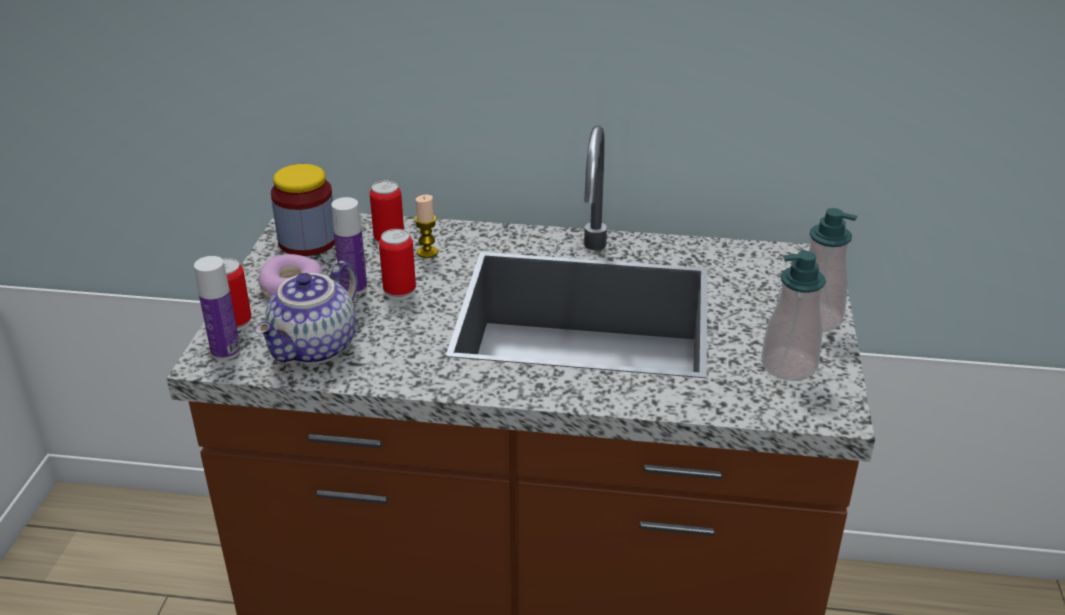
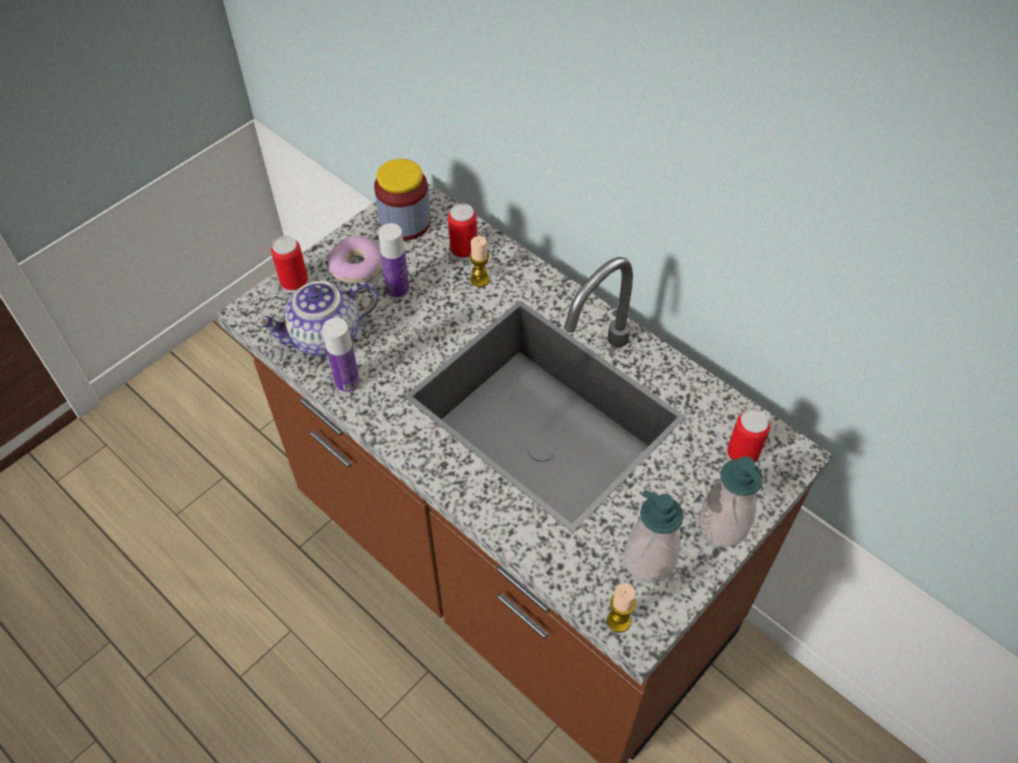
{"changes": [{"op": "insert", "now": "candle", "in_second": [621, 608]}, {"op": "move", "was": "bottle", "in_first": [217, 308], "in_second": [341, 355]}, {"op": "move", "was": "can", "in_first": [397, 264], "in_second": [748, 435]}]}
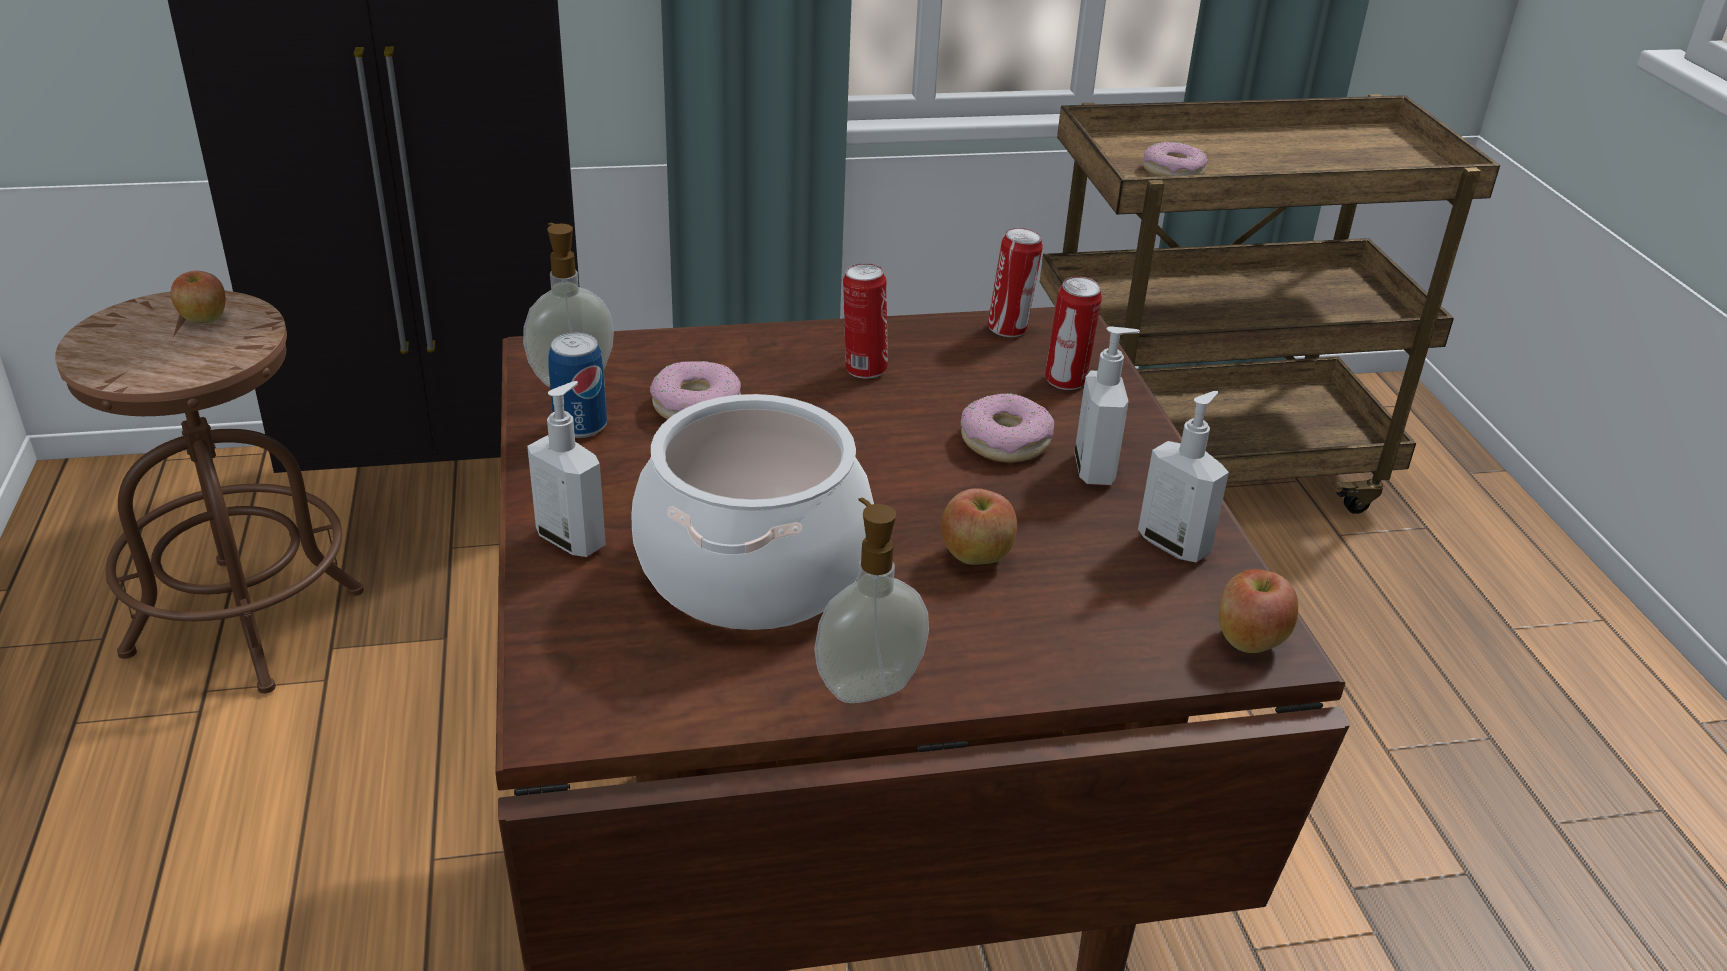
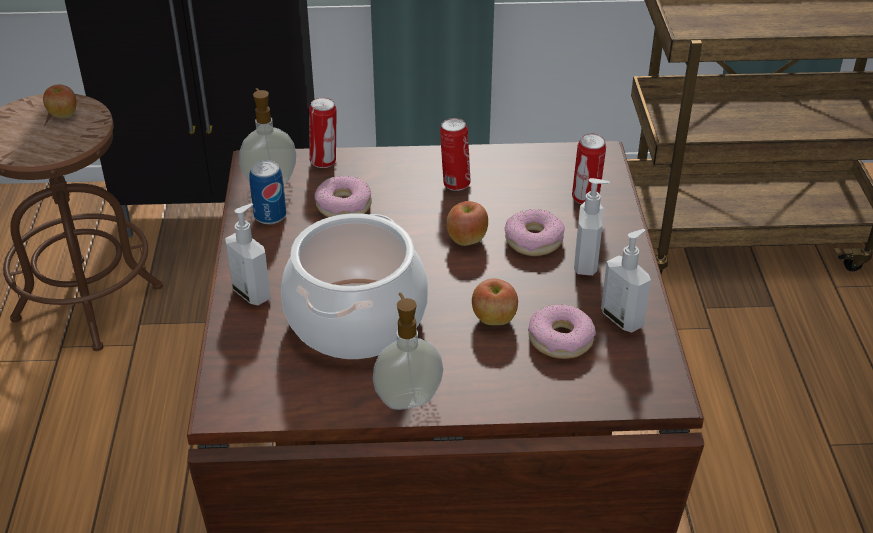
{"changes": [{"op": "move", "was": "can", "in_first": [1015, 282], "in_second": [323, 132]}, {"op": "move", "was": "donut", "in_first": [1175, 159], "in_second": [562, 332]}, {"op": "move", "was": "apple", "in_first": [1258, 611], "in_second": [467, 223]}]}
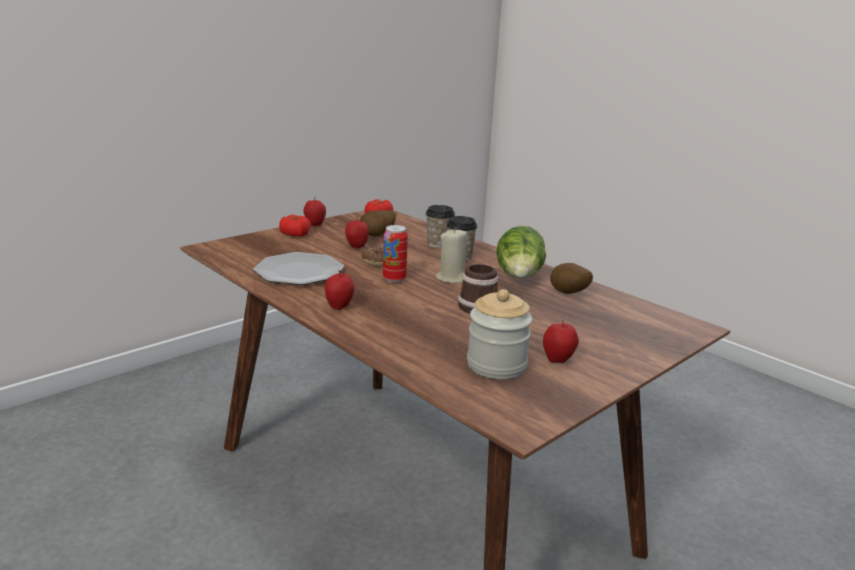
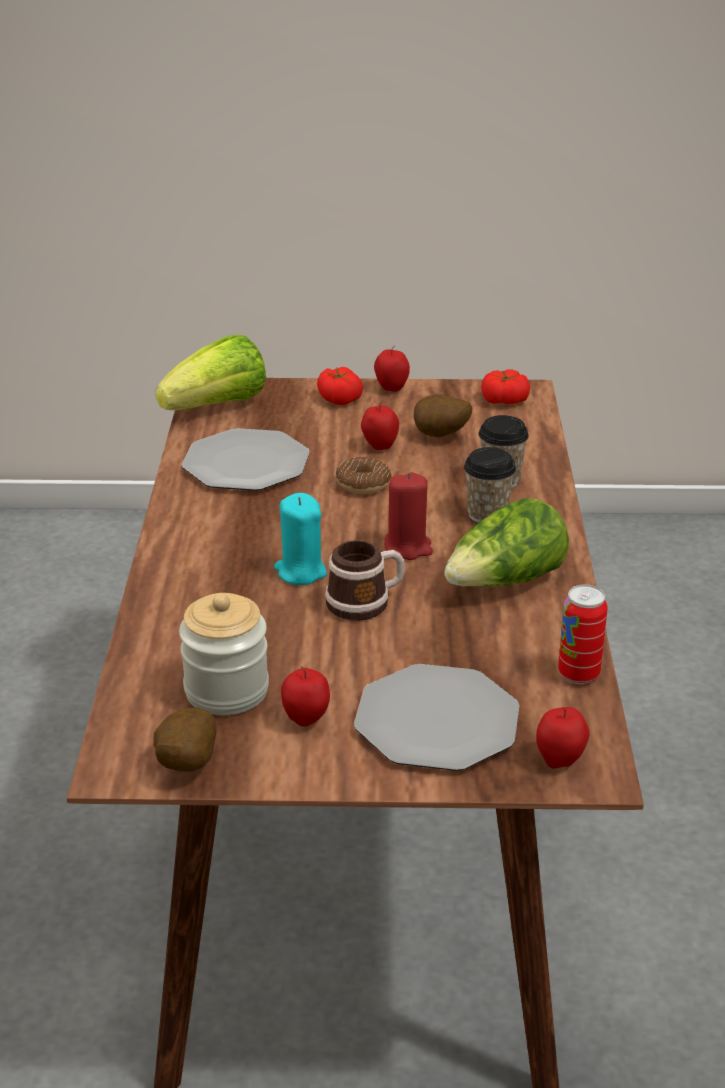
{"changes": [{"op": "insert", "now": "lettuce", "in_second": [211, 372]}, {"op": "insert", "now": "candle/turquoise", "in_second": [300, 539]}, {"op": "insert", "now": "plate", "in_second": [437, 717]}, {"op": "move", "was": "apple", "in_first": [339, 290], "in_second": [563, 738]}, {"op": "move", "was": "can", "in_first": [395, 254], "in_second": [583, 634]}, {"op": "move", "was": "potato", "in_first": [571, 278], "in_second": [185, 739]}, {"op": "recolor", "was": "candle/beige", "now": "candle/red", "in_first": [451, 255], "in_second": [408, 516]}]}
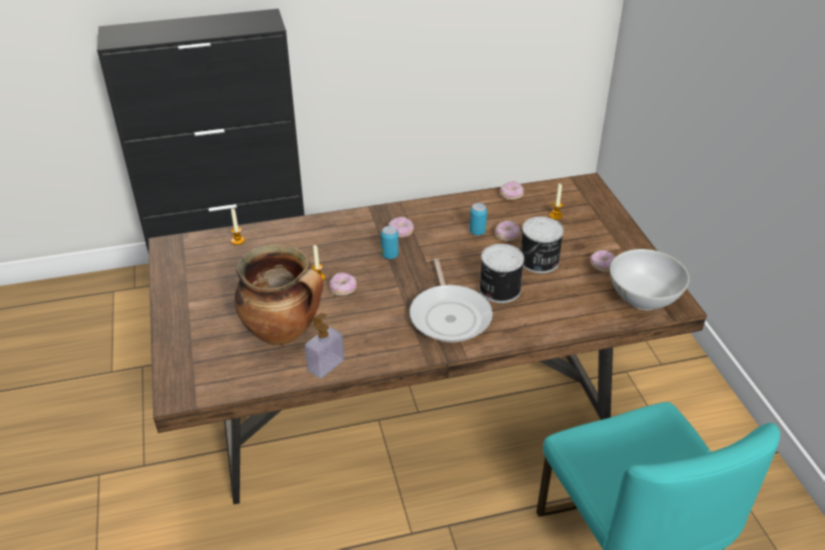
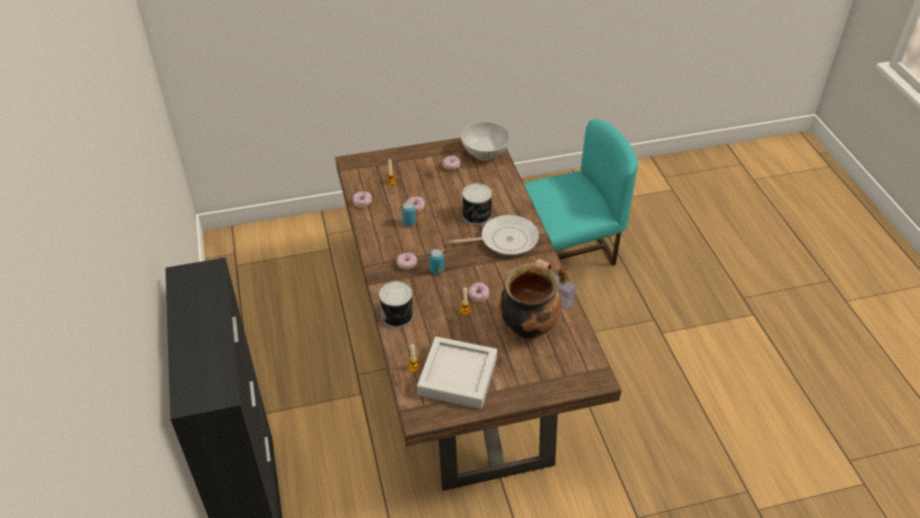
{"changes": [{"op": "insert", "now": "tray/grey", "in_second": [457, 373]}, {"op": "move", "was": "can", "in_first": [542, 245], "in_second": [396, 304]}]}
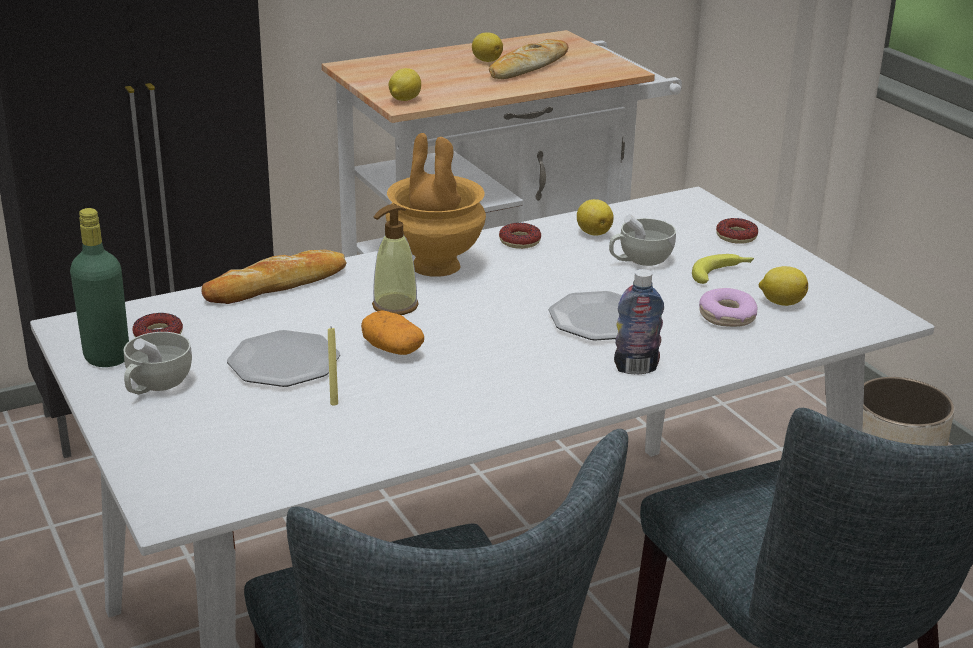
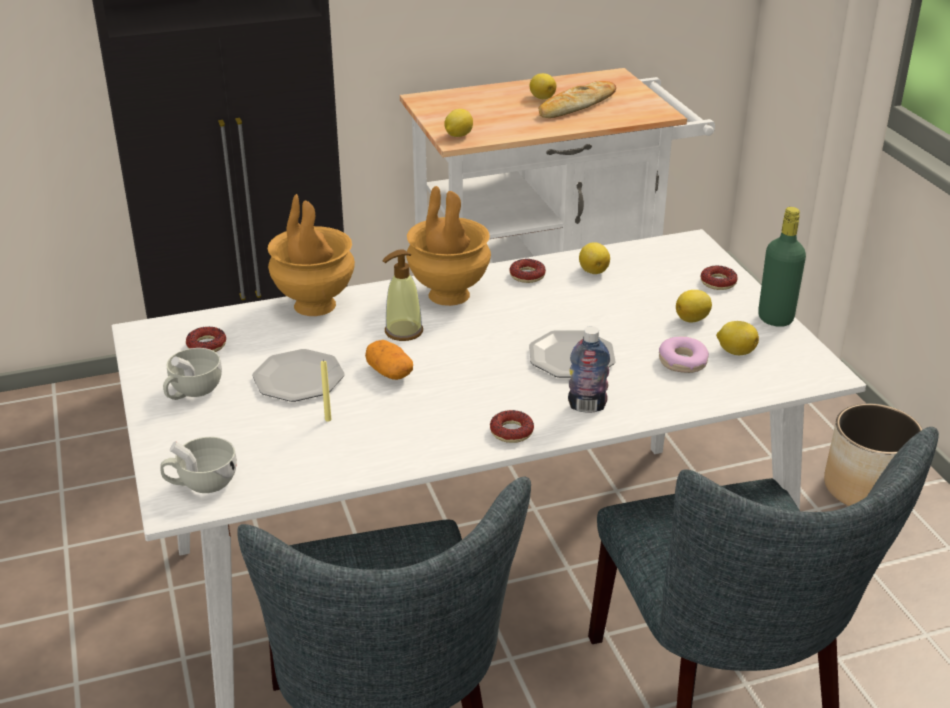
{"changes": [{"op": "insert", "now": "donut", "in_second": [512, 426]}, {"op": "move", "was": "bottle/green", "in_first": [99, 287], "in_second": [782, 267]}, {"op": "move", "was": "cup/white", "in_first": [642, 240], "in_second": [198, 465]}, {"op": "replace", "was": "bread", "now": "vase/brown", "in_first": [274, 276], "in_second": [311, 255]}, {"op": "replace", "was": "banana", "now": "lemon", "in_first": [723, 269], "in_second": [694, 306]}]}
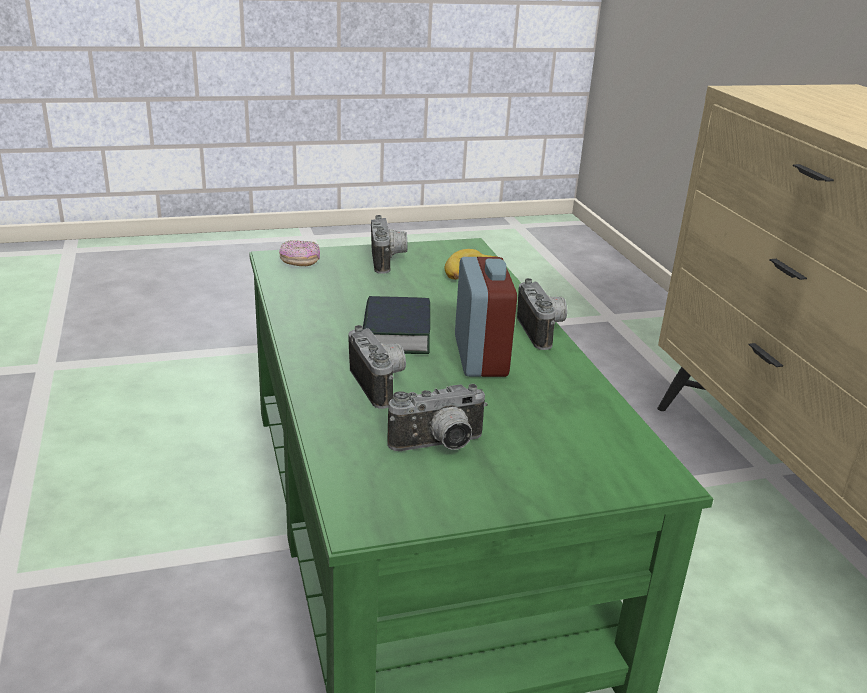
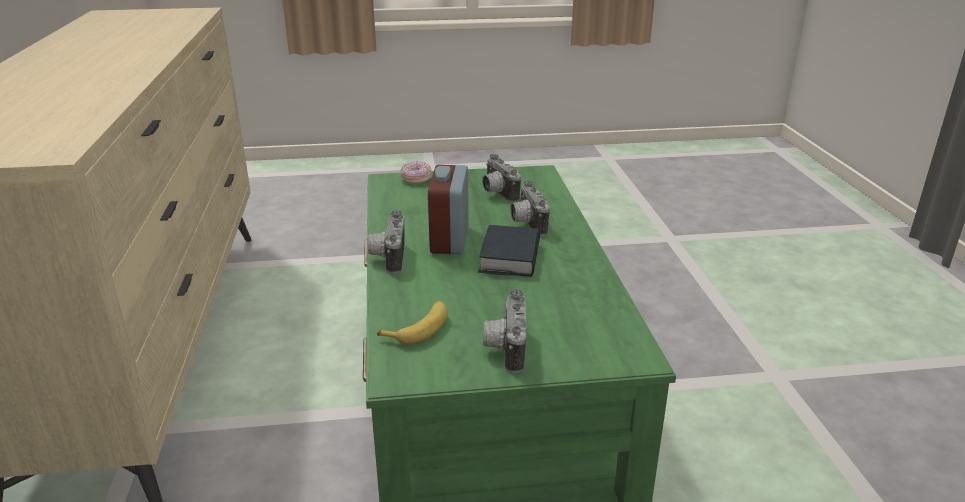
{"changes": [{"op": "move", "was": "donut", "in_first": [299, 253], "in_second": [416, 172]}, {"op": "rotate", "was": "photo camera", "in_first": [437, 417], "in_second": [501, 178], "clockwise": -105}]}
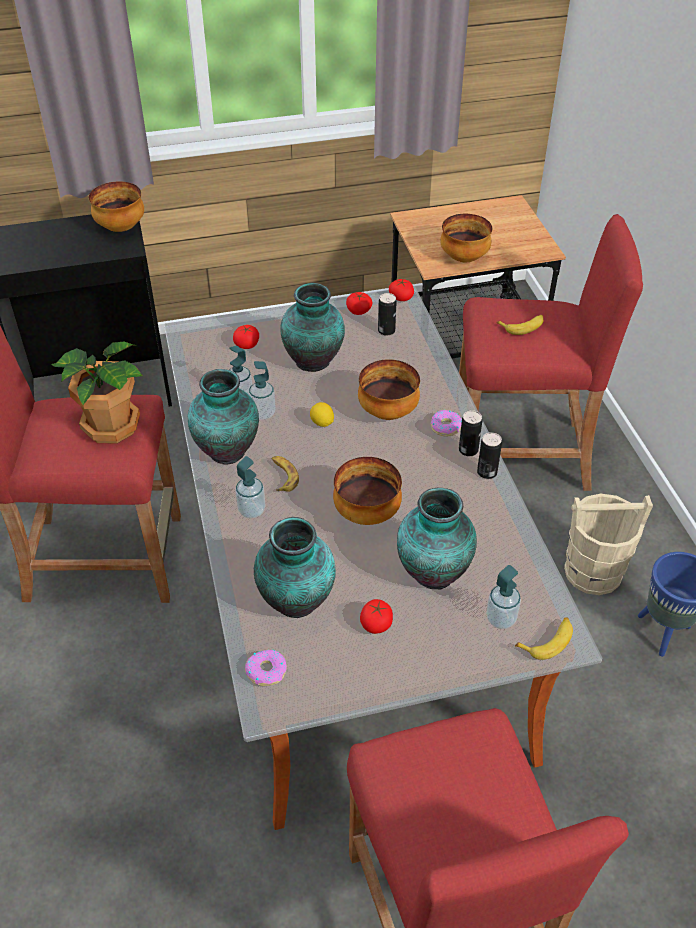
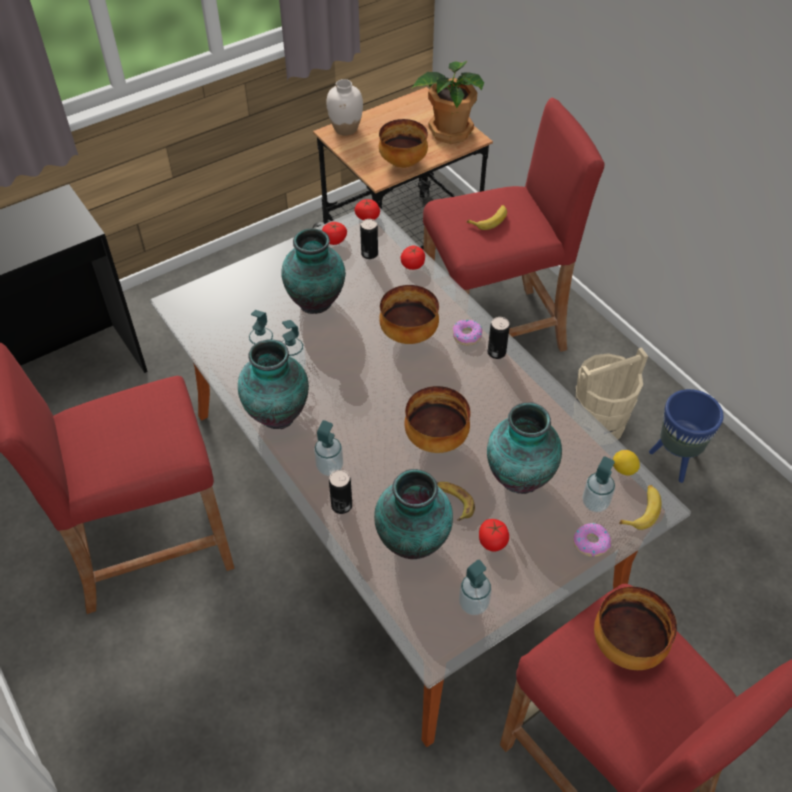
{"changes": [{"op": "insert", "now": "vase/white", "in_second": [344, 107]}, {"op": "insert", "now": "soap dispenser", "in_second": [475, 587]}, {"op": "move", "was": "potted plant", "in_first": [97, 392], "in_second": [447, 102]}, {"op": "move", "was": "bowl", "in_first": [116, 206], "in_second": [635, 628]}, {"op": "move", "was": "tomato", "in_first": [246, 337], "in_second": [413, 258]}, {"op": "move", "was": "donut", "in_first": [266, 668], "in_second": [592, 540]}, {"op": "move", "was": "banana", "in_first": [285, 474], "in_second": [456, 501]}, {"op": "move", "was": "lemon", "in_first": [322, 414], "in_second": [626, 462]}, {"op": "move", "was": "can", "in_first": [489, 455], "in_second": [340, 492]}]}
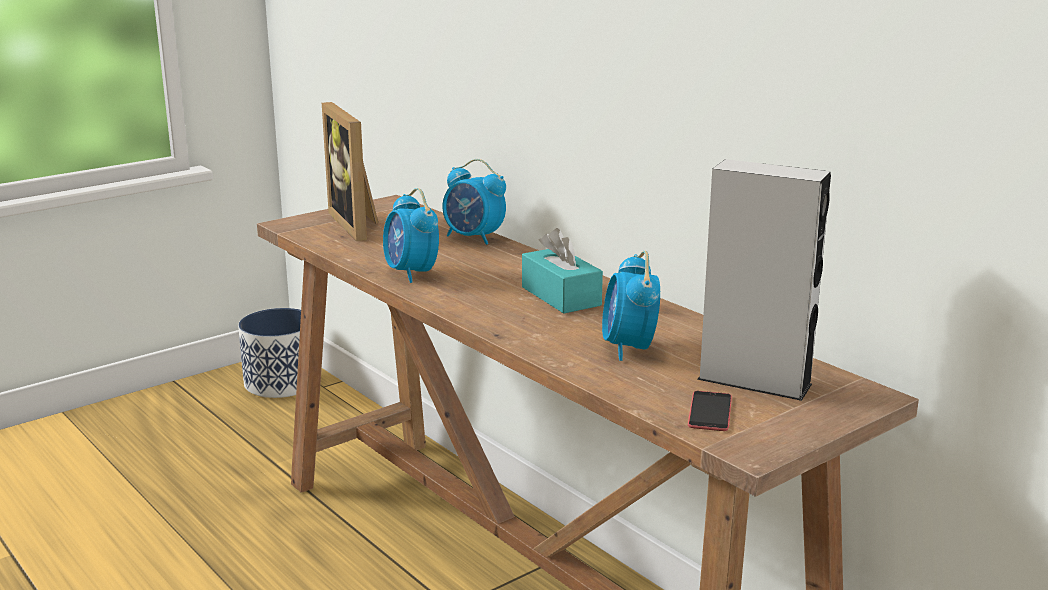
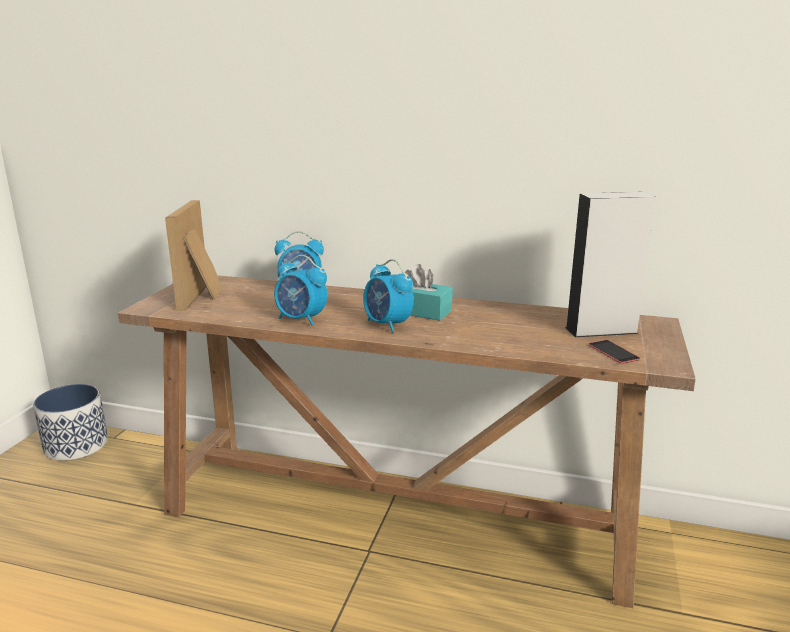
{"changes": [{"op": "move", "was": "alarm clock", "in_first": [631, 306], "in_second": [388, 296]}, {"op": "rotate", "was": "picture frame", "in_first": [350, 171], "in_second": [193, 255], "clockwise": 60}]}
